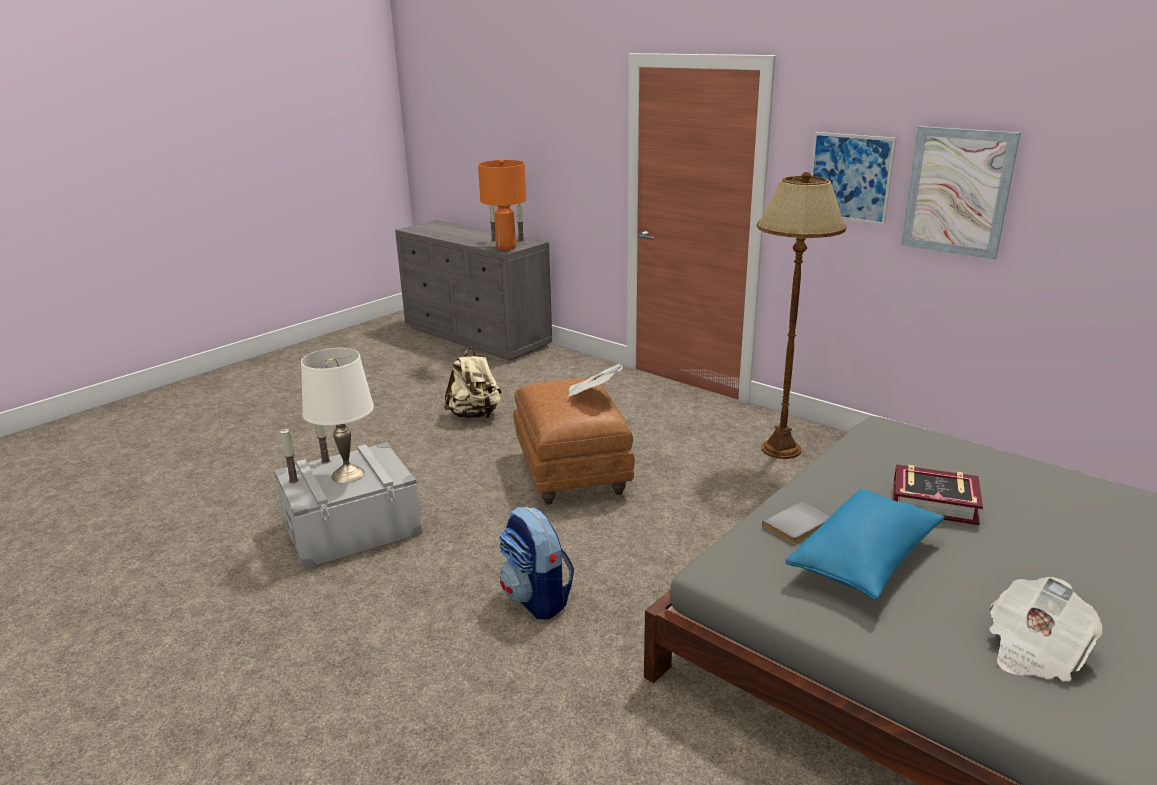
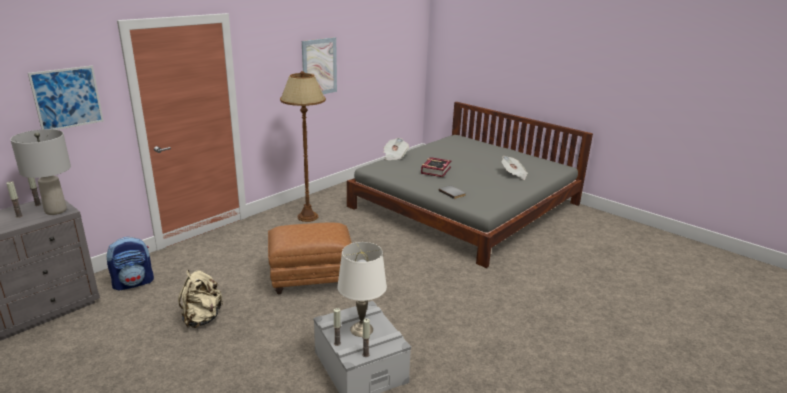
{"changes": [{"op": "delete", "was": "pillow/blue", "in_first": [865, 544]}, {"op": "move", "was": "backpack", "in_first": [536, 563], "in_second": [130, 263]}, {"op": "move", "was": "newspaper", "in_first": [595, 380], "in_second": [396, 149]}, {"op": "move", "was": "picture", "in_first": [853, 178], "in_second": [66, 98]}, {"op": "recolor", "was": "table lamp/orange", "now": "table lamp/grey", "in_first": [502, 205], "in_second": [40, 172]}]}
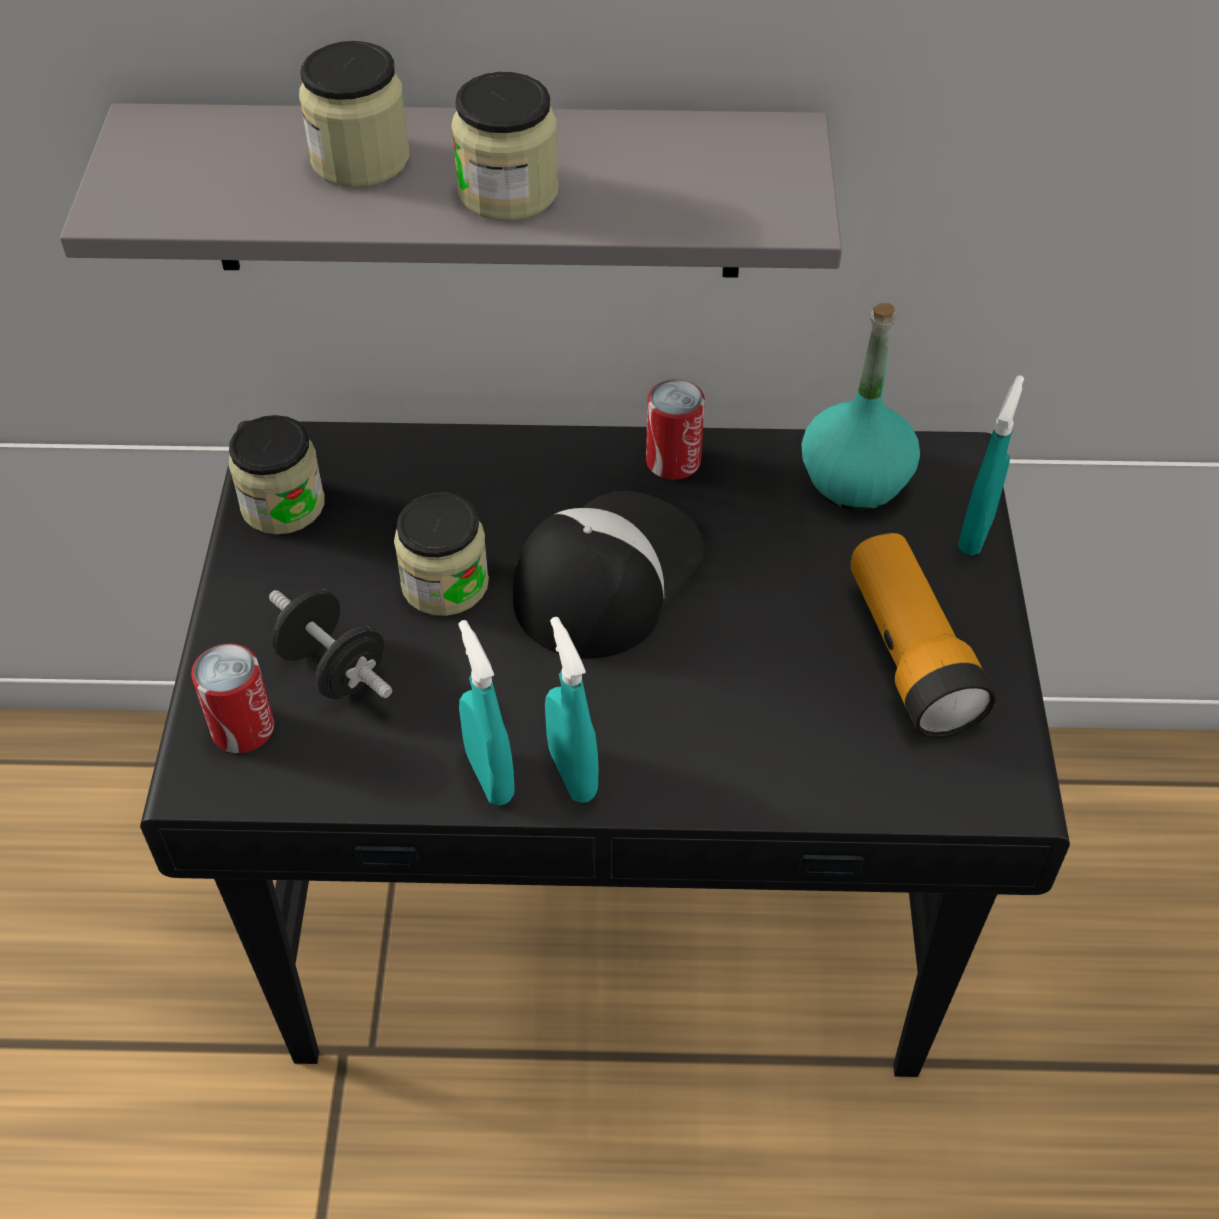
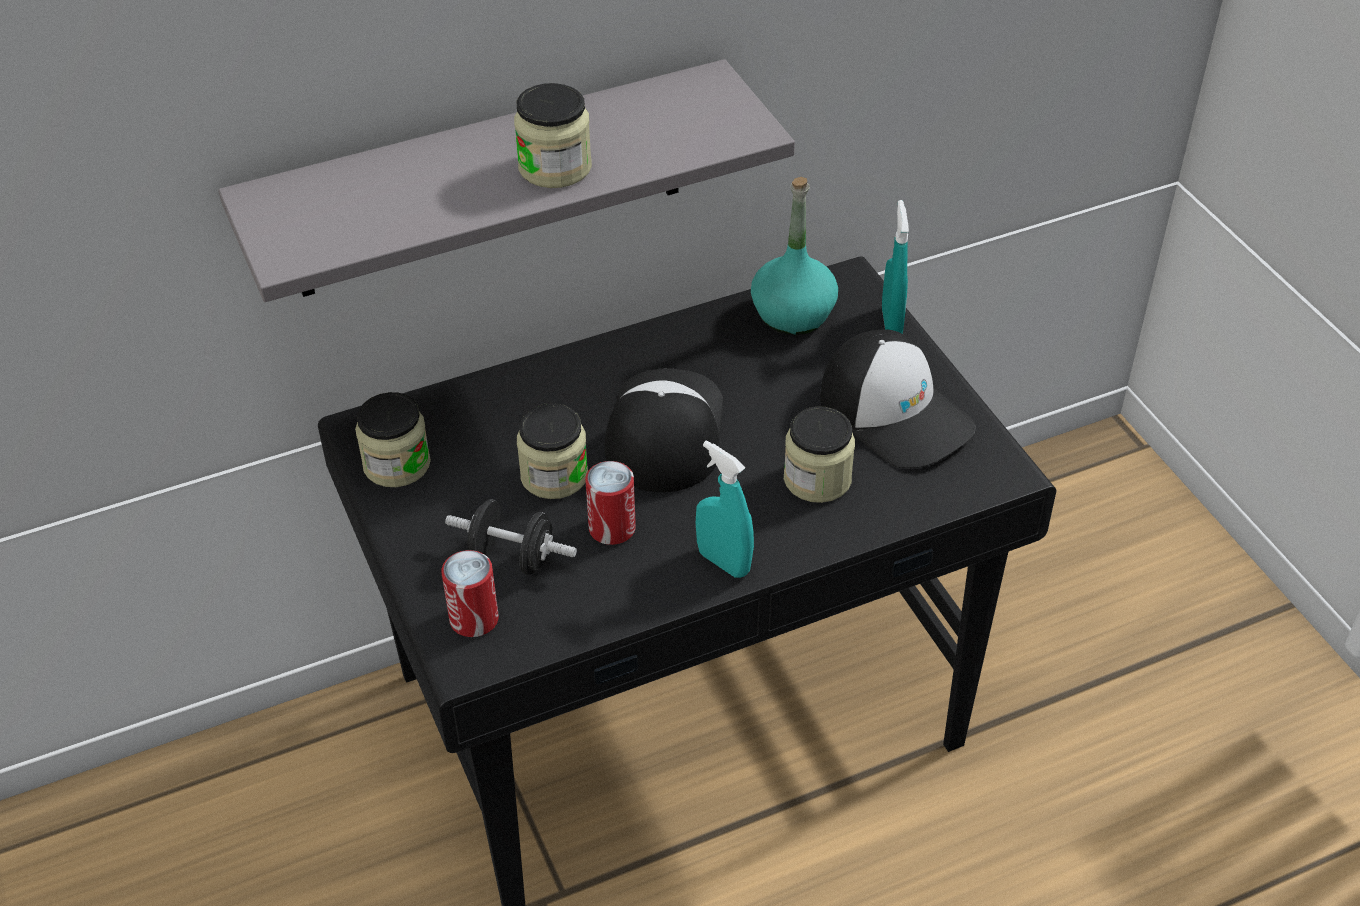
{"changes": [{"op": "delete", "was": "spray bottle/turquoise", "in_first": [486, 713]}, {"op": "move", "was": "jar", "in_first": [354, 114], "in_second": [819, 454]}, {"op": "move", "was": "can", "in_first": [675, 429], "in_second": [610, 503]}, {"op": "replace", "was": "flashlight", "now": "cap", "in_first": [923, 635], "in_second": [898, 398]}]}
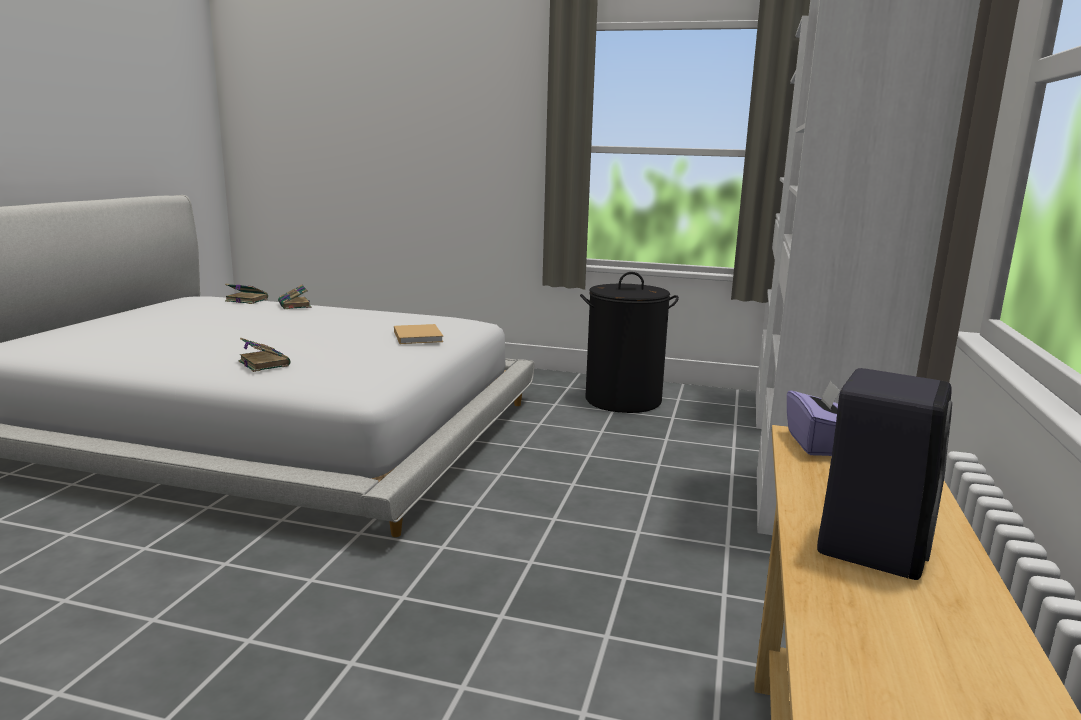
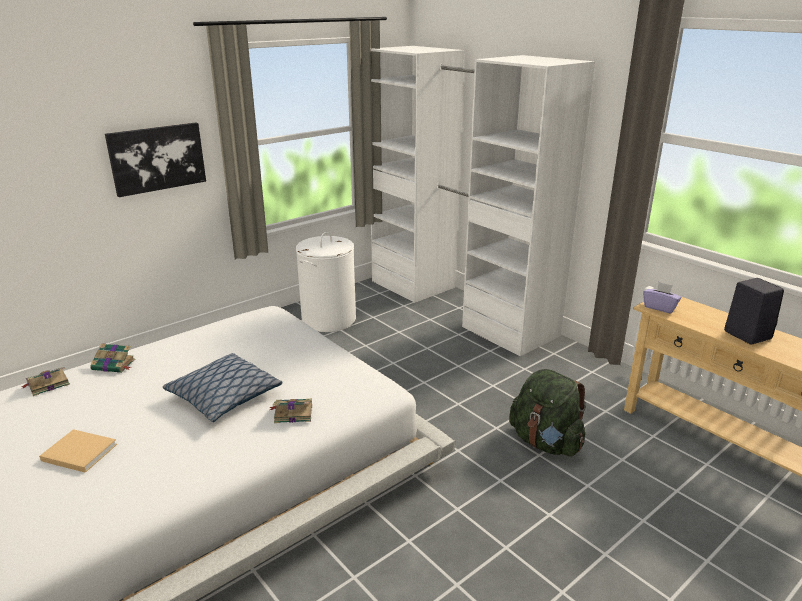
{"changes": [{"op": "insert", "now": "picture", "in_second": [155, 159]}, {"op": "insert", "now": "pillow", "in_second": [223, 387]}, {"op": "insert", "now": "backpack/green", "in_second": [547, 413]}, {"op": "move", "was": "book/beige", "in_first": [418, 334], "in_second": [78, 451]}, {"op": "recolor", "was": "laundry basket/black", "now": "laundry basket/white", "in_first": [629, 342], "in_second": [326, 282]}]}
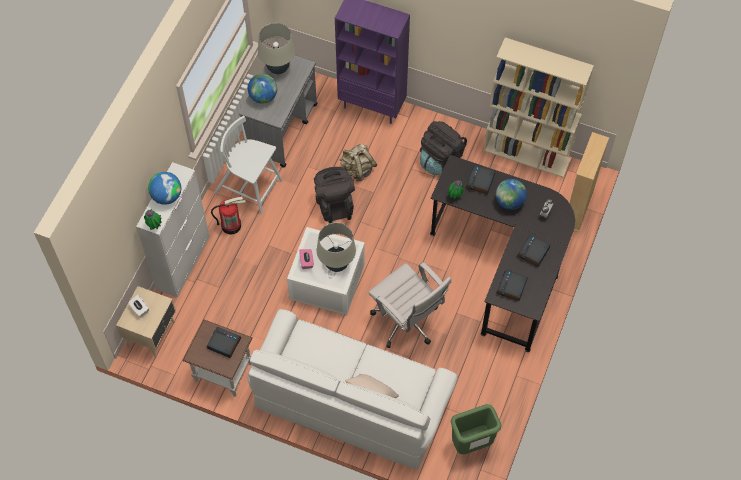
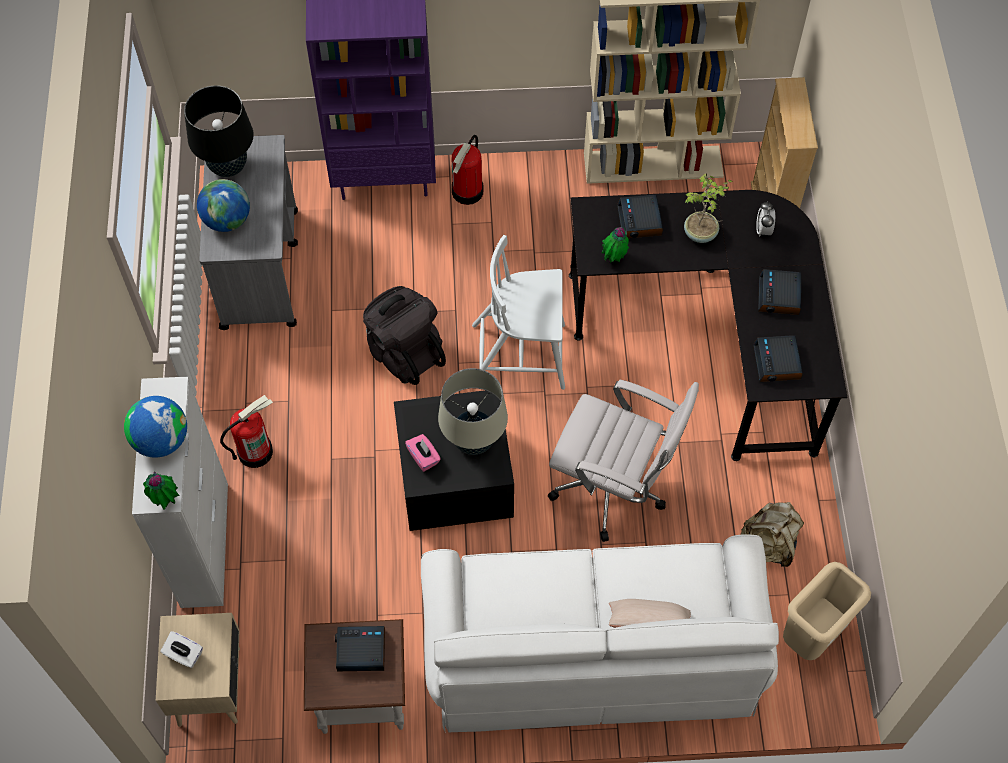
{"changes": [{"op": "delete", "was": "backpack/black", "in_first": [443, 148]}, {"op": "insert", "now": "fire extinguisher", "in_second": [467, 170]}, {"op": "move", "was": "chair/white", "in_first": [248, 165], "in_second": [518, 312]}, {"op": "move", "was": "backpack/beige", "in_first": [358, 163], "in_second": [772, 534]}, {"op": "replace", "was": "globe", "now": "potted plant", "in_first": [511, 194], "in_second": [708, 208]}, {"op": "recolor", "was": "table lamp/beige", "now": "table lamp/black", "in_first": [276, 48], "in_second": [219, 131]}, {"op": "recolor", "was": "storage box/white", "now": "storage box/black", "in_first": [326, 271], "in_second": [454, 460]}, {"op": "recolor", "was": "trash can/green", "now": "trash can/beige", "in_first": [476, 429], "in_second": [827, 611]}]}
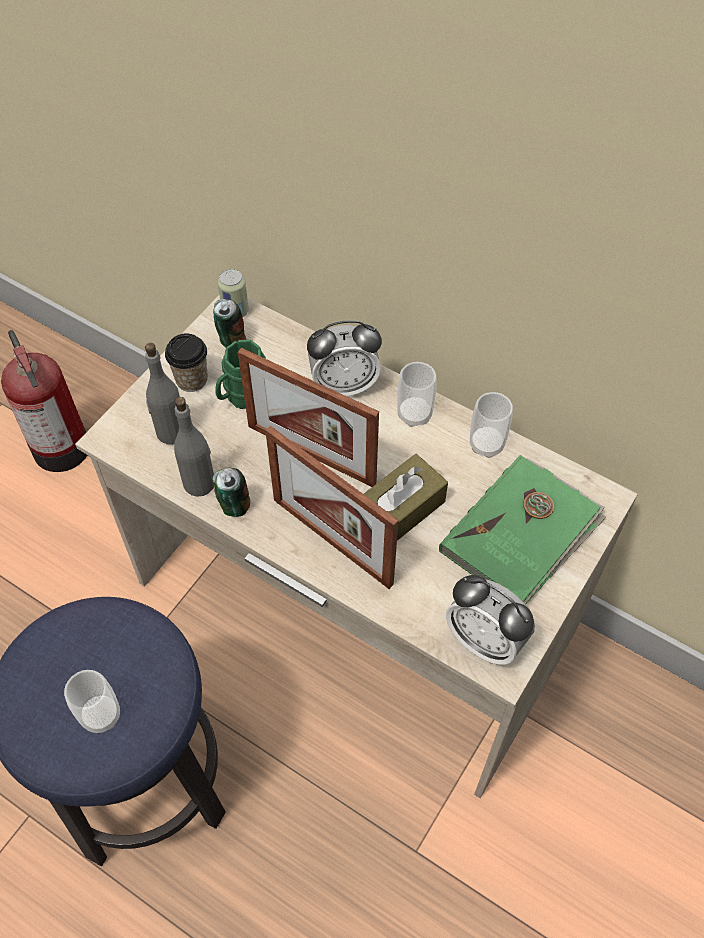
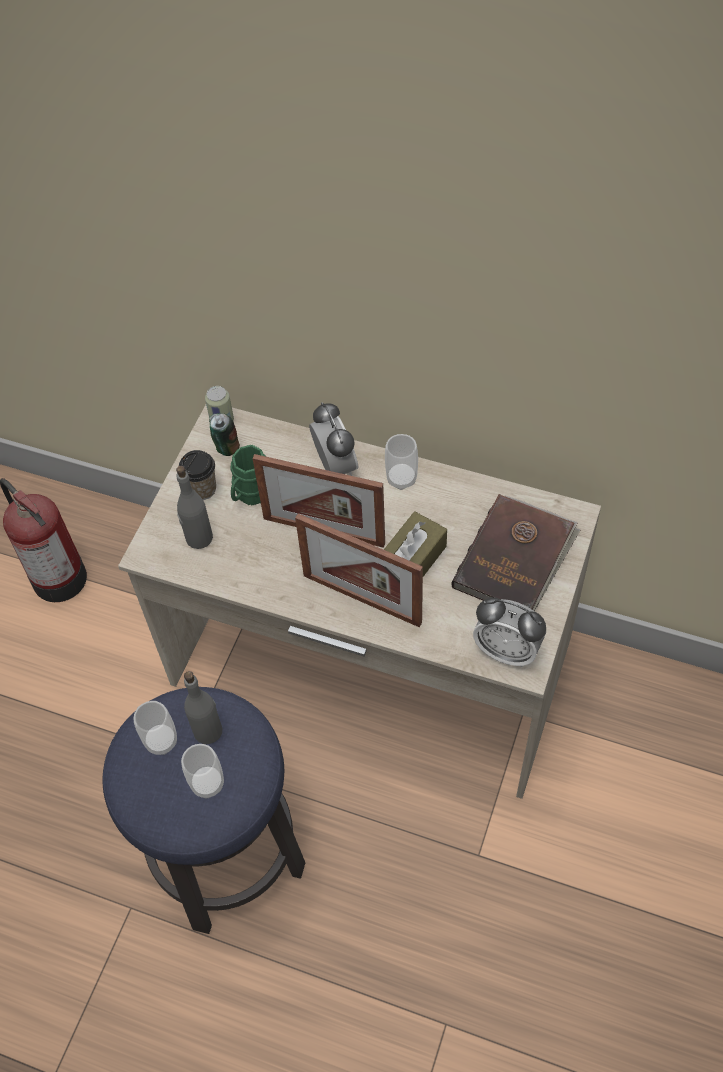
{"changes": [{"op": "delete", "was": "can", "in_first": [231, 492]}, {"op": "move", "was": "bottle/grey", "in_first": [194, 447], "in_second": [203, 707]}, {"op": "move", "was": "cup", "in_first": [491, 425], "in_second": [155, 728]}, {"op": "recolor", "was": "book/green", "now": "book/brown", "in_first": [523, 529], "in_second": [515, 552]}, {"op": "rotate", "was": "alarm clock", "in_first": [344, 358], "in_second": [333, 439], "clockwise": -90}]}
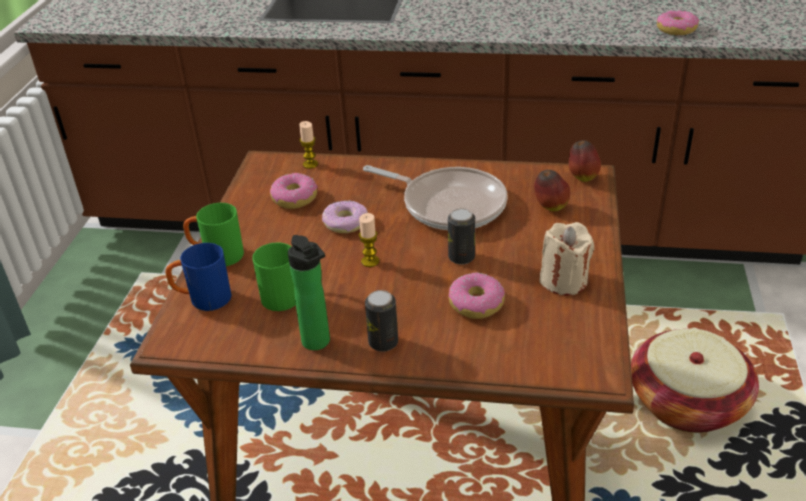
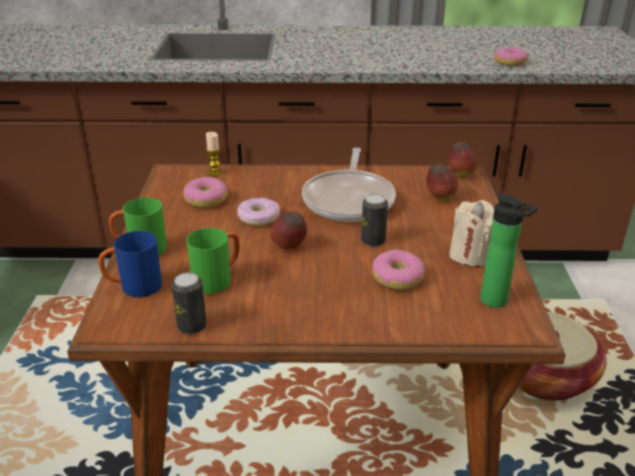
{"changes": [{"op": "move", "was": "bottle", "in_first": [309, 292], "in_second": [509, 251]}, {"op": "move", "was": "can", "in_first": [381, 321], "in_second": [189, 303]}, {"op": "replace", "was": "candle", "now": "apple", "in_first": [369, 240], "in_second": [289, 230]}, {"op": "rotate", "was": "frying pan", "in_first": [435, 197], "in_second": [349, 185], "clockwise": 75}]}
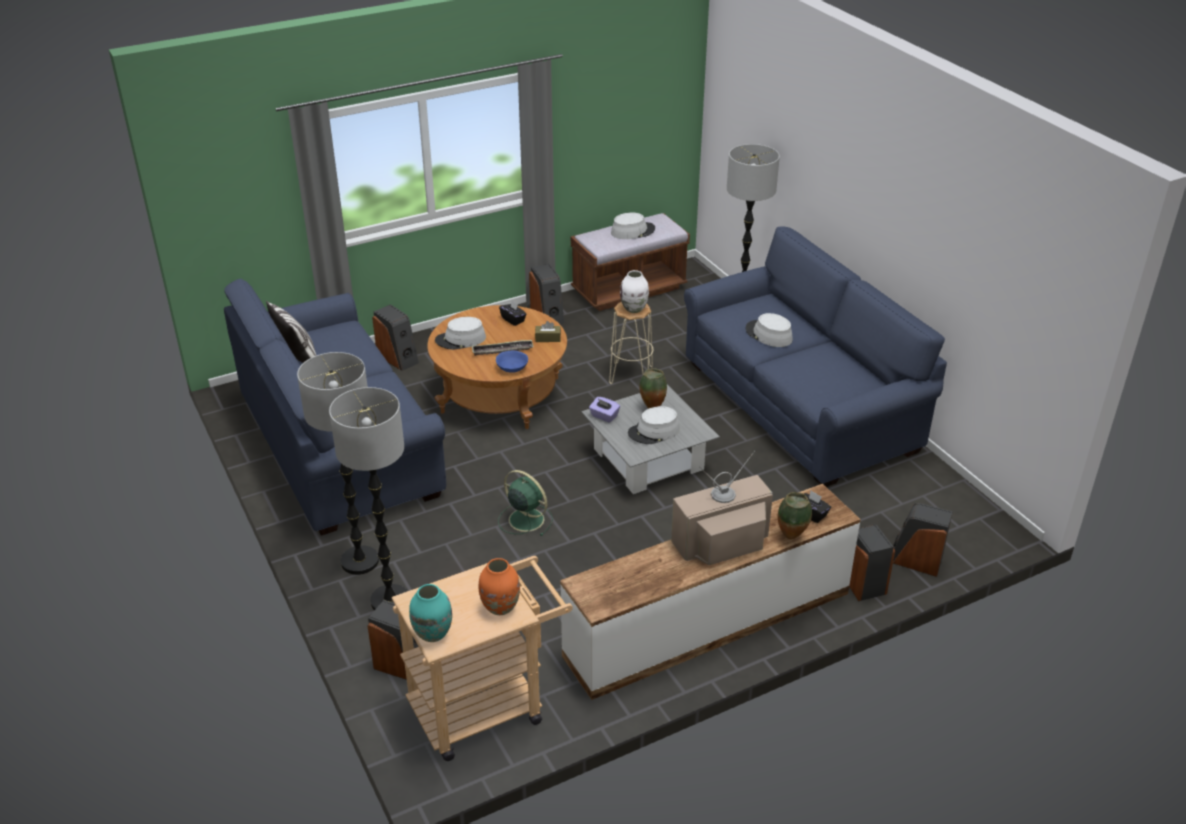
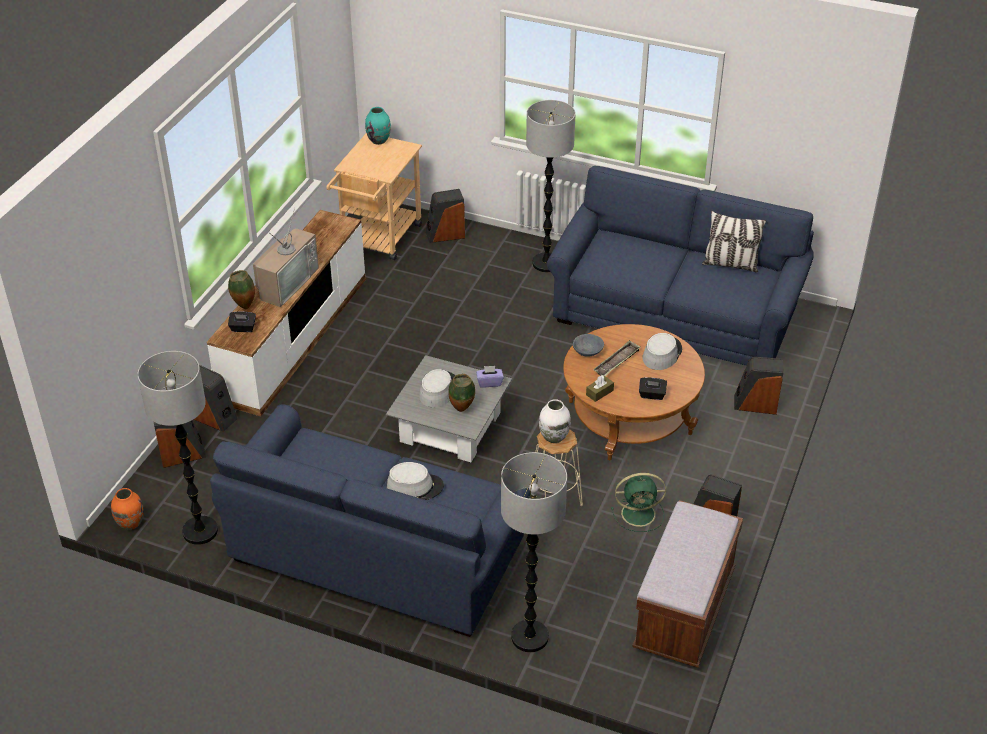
{"changes": [{"op": "delete", "was": "hat/grey", "in_first": [633, 225]}, {"op": "move", "was": "floor lamp", "in_first": [368, 499], "in_second": [177, 448]}, {"op": "move", "was": "vase/orange", "in_first": [499, 586], "in_second": [127, 509]}, {"op": "move", "was": "fan/green", "in_first": [525, 503], "in_second": [638, 502]}, {"op": "recolor", "was": "bowl/blue", "now": "bowl/grey", "in_first": [512, 362], "in_second": [588, 345]}]}
